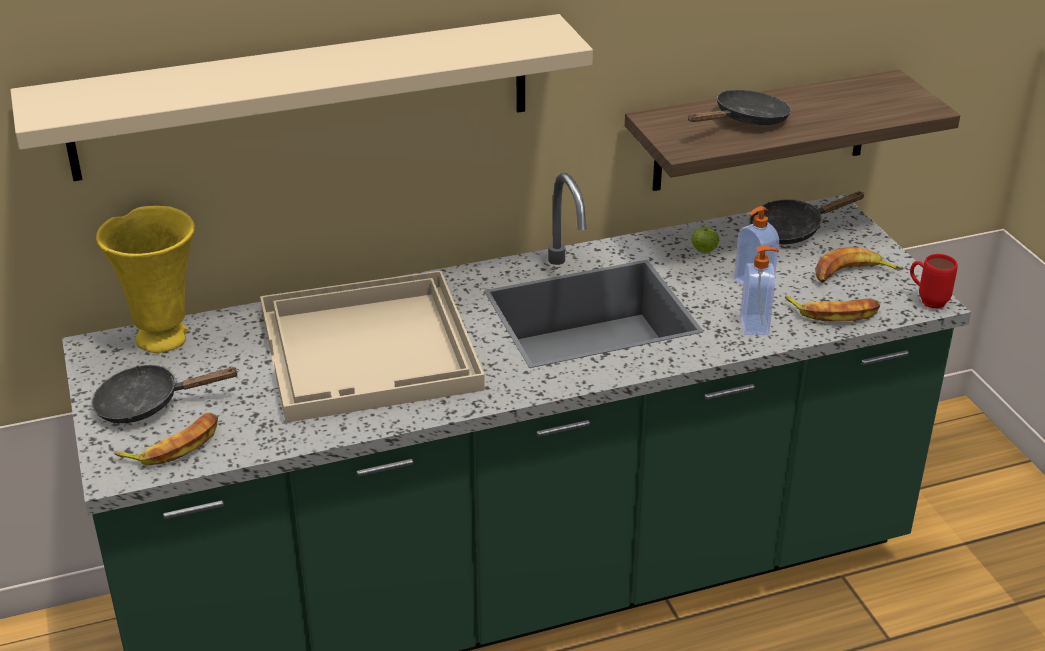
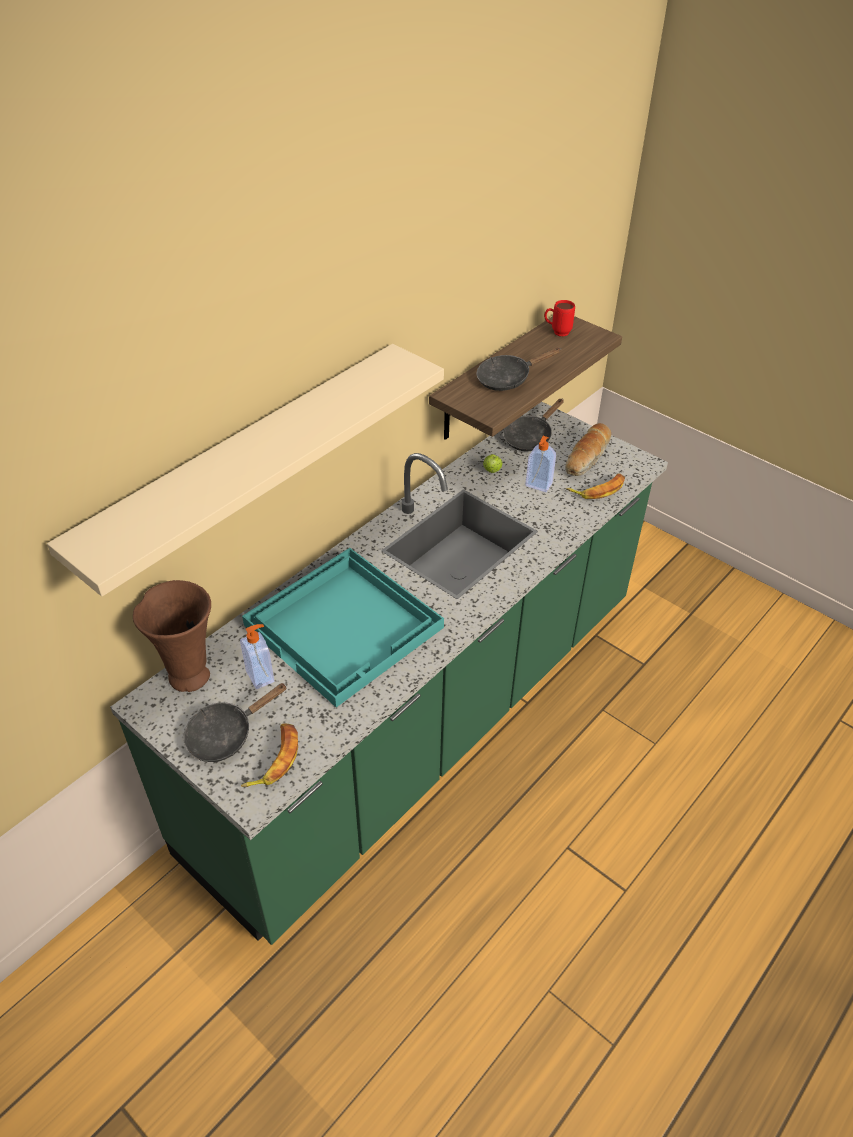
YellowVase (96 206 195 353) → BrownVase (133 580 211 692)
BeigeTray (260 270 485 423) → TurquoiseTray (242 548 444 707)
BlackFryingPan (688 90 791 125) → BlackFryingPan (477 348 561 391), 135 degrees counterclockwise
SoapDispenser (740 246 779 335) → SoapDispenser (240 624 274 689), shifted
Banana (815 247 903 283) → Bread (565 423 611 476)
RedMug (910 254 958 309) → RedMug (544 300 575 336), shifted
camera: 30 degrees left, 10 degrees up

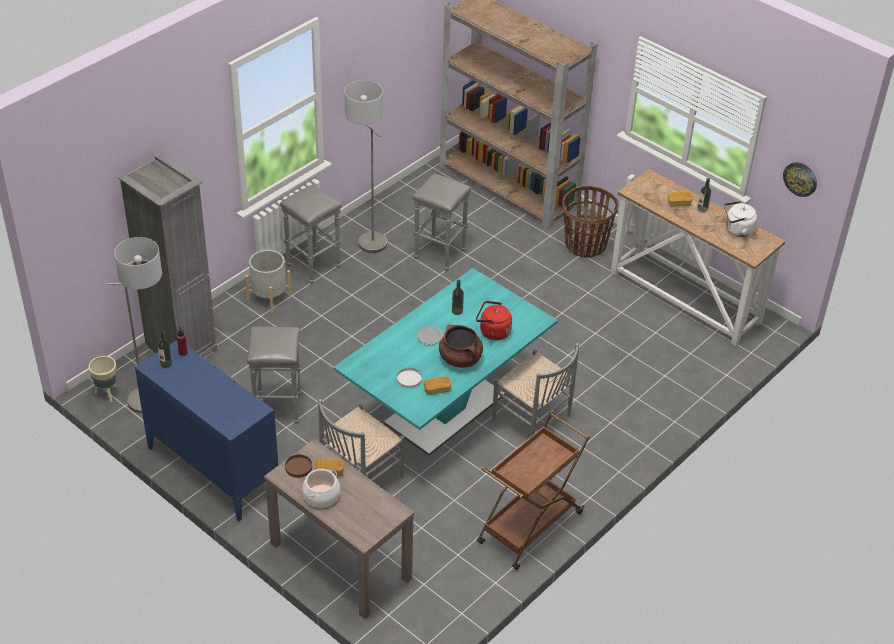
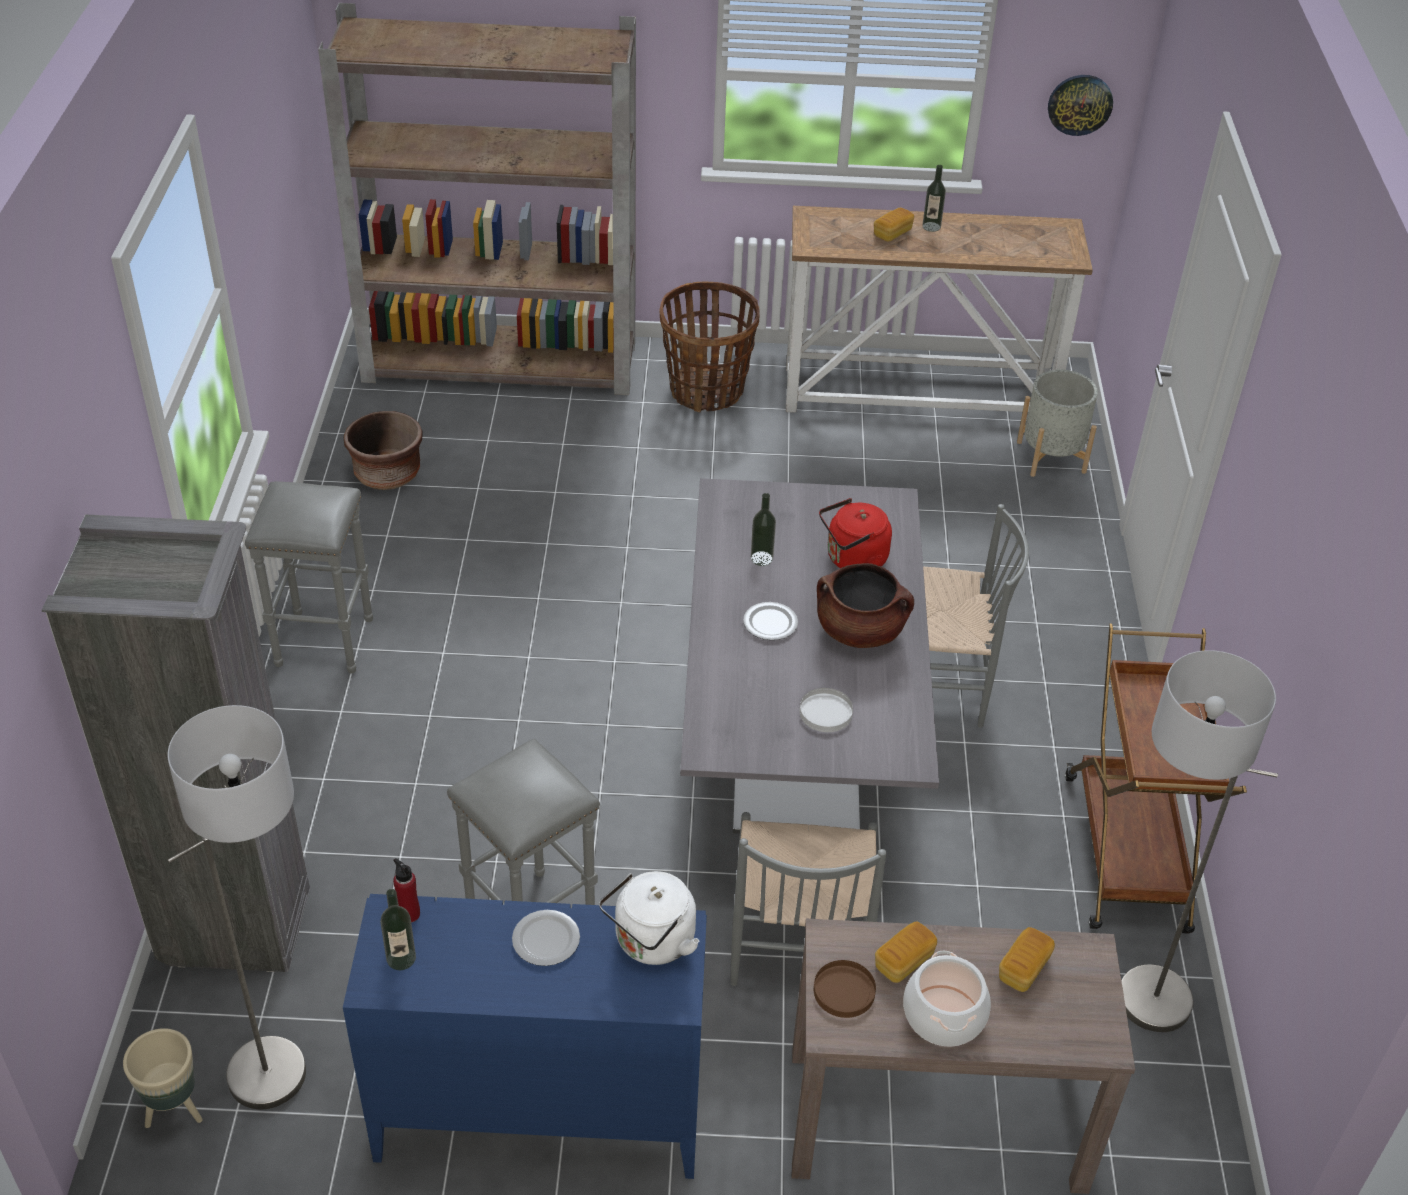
GreyPlanter (245 250 292 312) → GreyPlanter (1017 370 1098 477), shifted
TurquoiseDiningTable (333 268 558 456) → GreyDiningTable (680 478 939 834)
GreyFloorLamp (344 80 387 253) → GreyFloorLamp (1121 650 1278 1032), shifted
GreyStool (413 174 471 271) → -
Bread (424 376 451 395) → Bread (999 927 1055 992), shifted
WhiteKettle (724 201 757 237) → WhiteKettle (599 871 700 965), shifted
- → BrownPlanter (344 411 423 490)
- → Plate (512 910 580 966)
camera: 40 degrees left, 0 degrees up

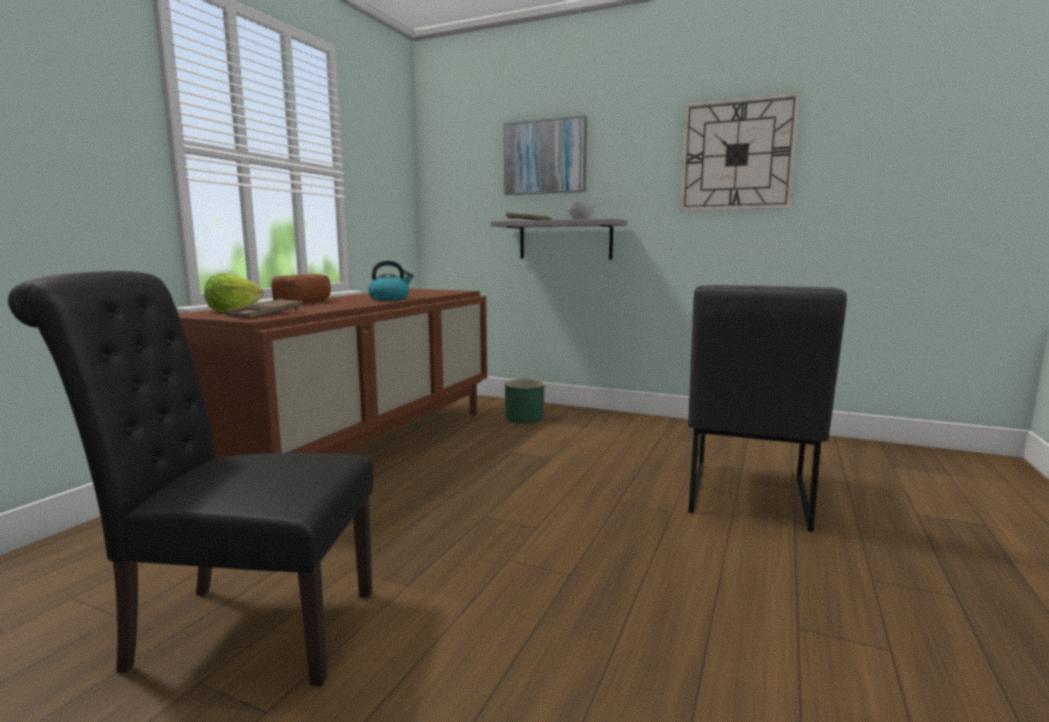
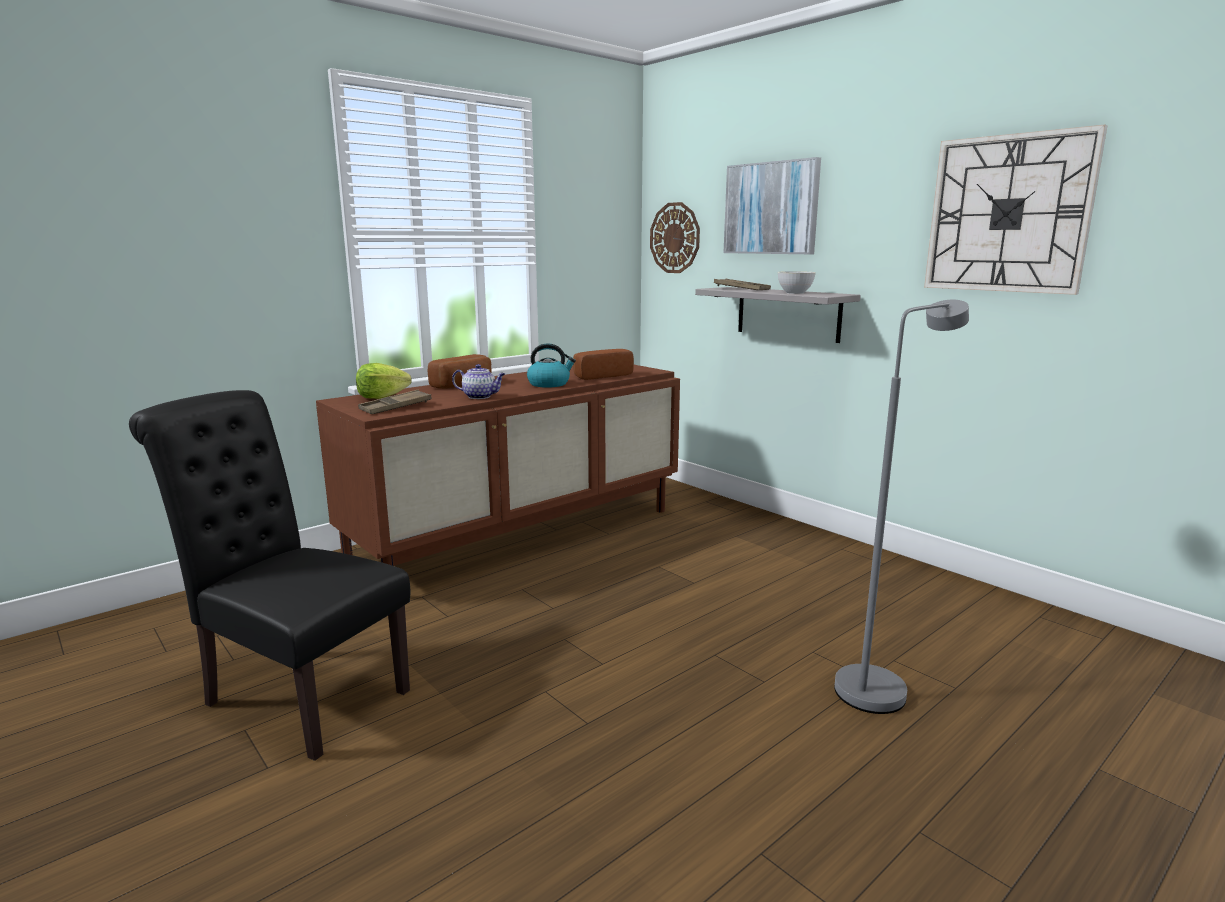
GreenPlanter (505 379 544 423) → -
GreyChair (688 285 847 532) → GreyFloorLamp (834 300 969 714)
- → Teapot (452 364 505 399)
- → Bread (573 349 634 380)
- → WallClock (650 202 700 273)
camera: 25 degrees right, 5 degrees up

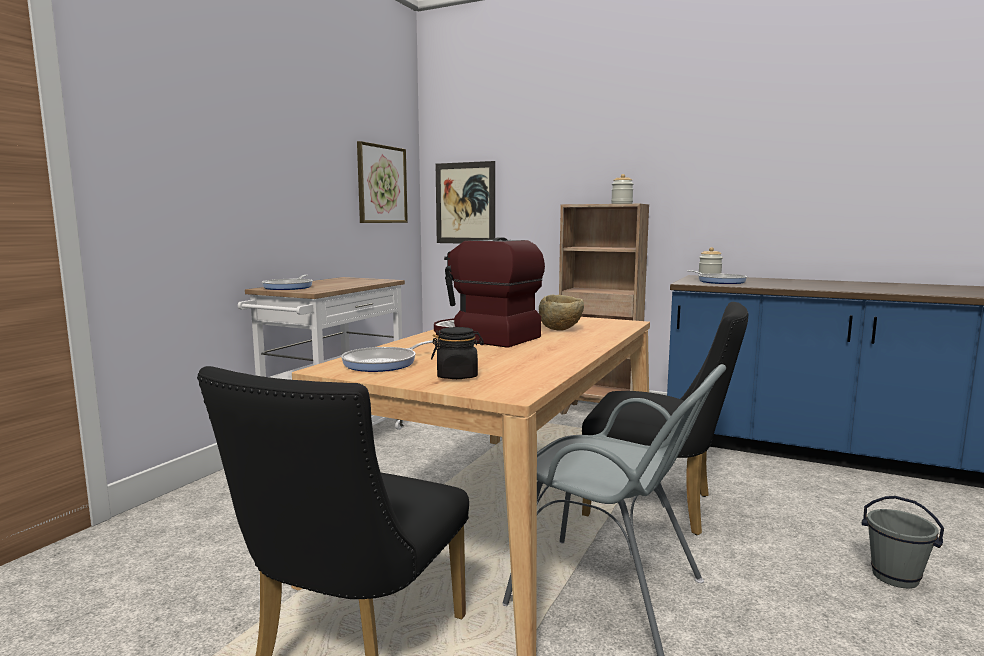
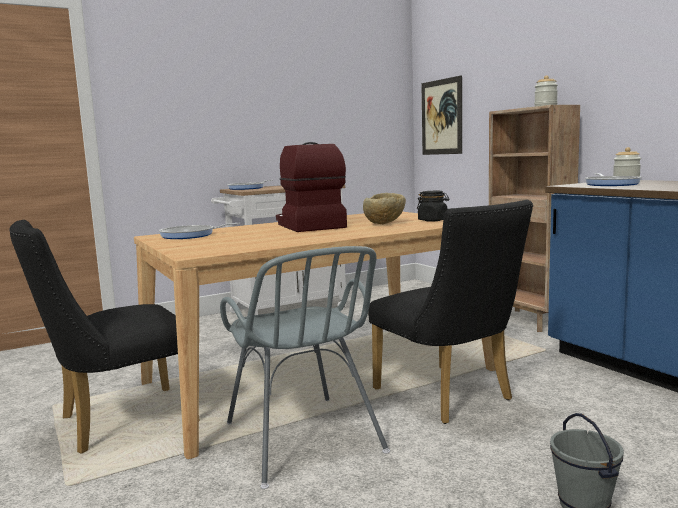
Picture (357 141 408 223) → -
BlackJar (431 327 484 379) → BlackJar (417 191 449 222), shifted
camera: 35 degrees right, 0 degrees up

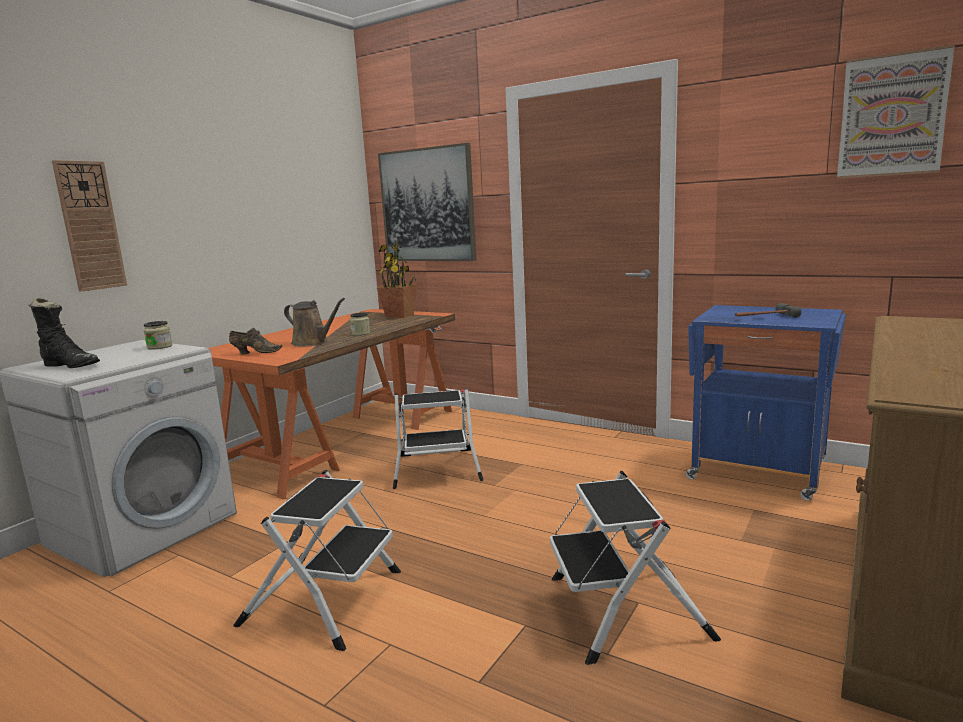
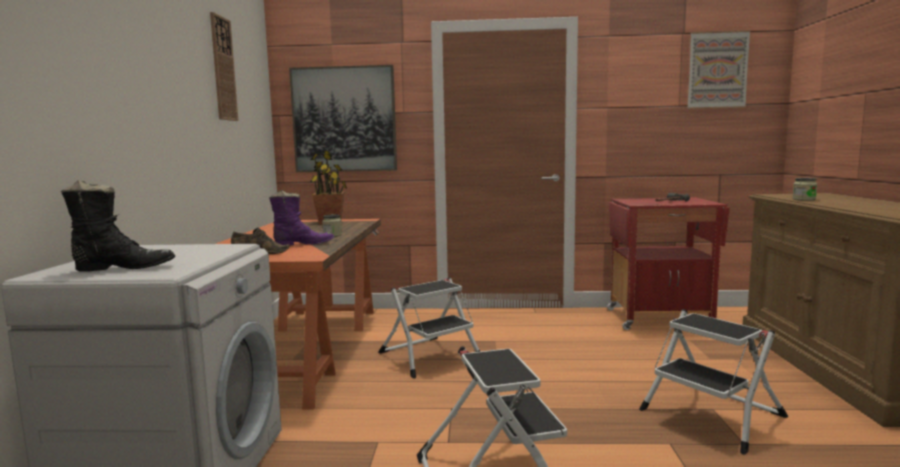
WallClock (52 160 127 292) → WallClock (210 12 239 121), shifted
Jar (144 321 172 350) → Jar (792 178 817 201), shifted
BrownWateringCan (284 298 345 347) → PurpleBoot (269 190 334 245)
BlueCart (686 305 846 500) → RedCart (607 198 730 330)
camera: 30 degrees left, 5 degrees down

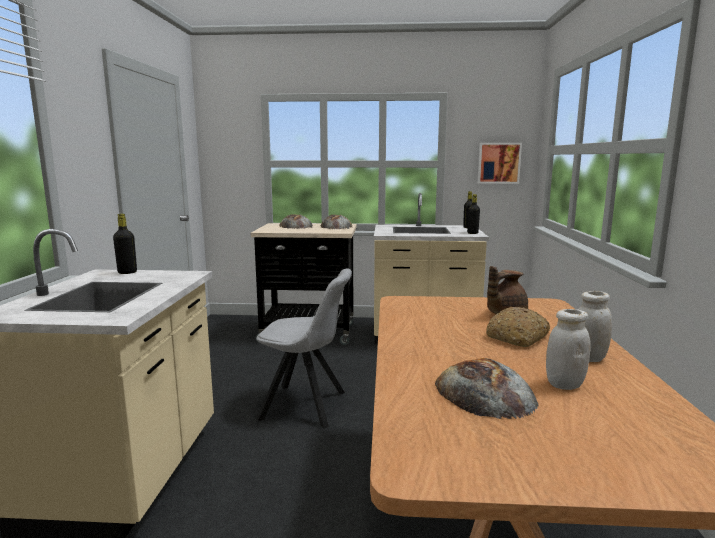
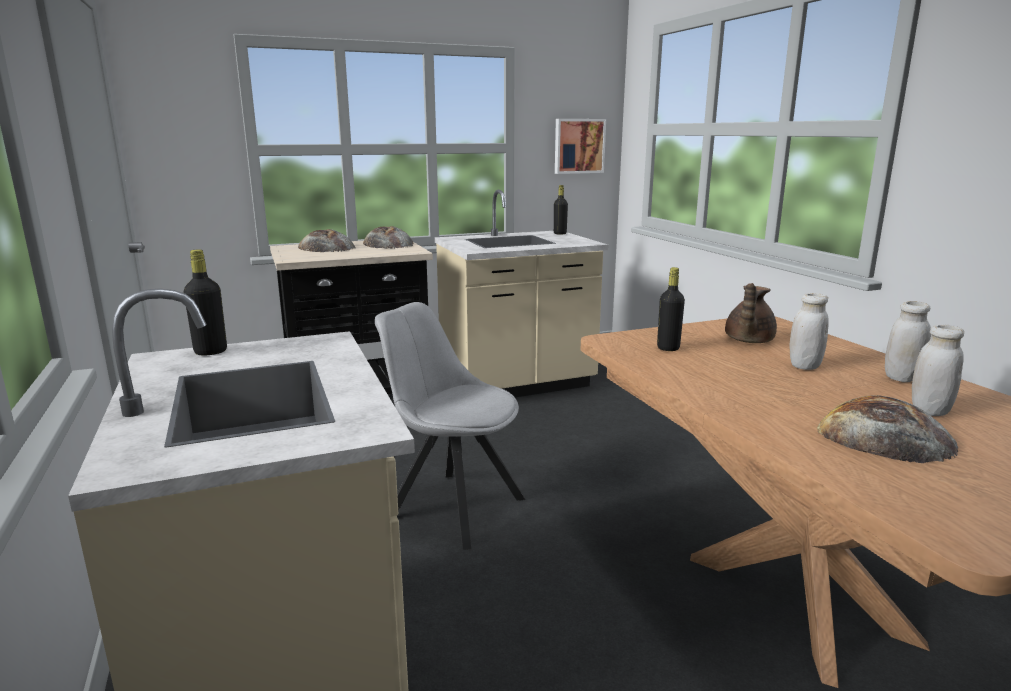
GreyChair (256 269 352 429) → GreyChair (375 302 525 550), 135 degrees counterclockwise
BlackBottle (467 194 480 234) → BlackBottle (657 267 685 351), shifted
Bread (486 307 550 347) → WhiteJar (789 293 829 370)
camera: 25 degrees left, 5 degrees up

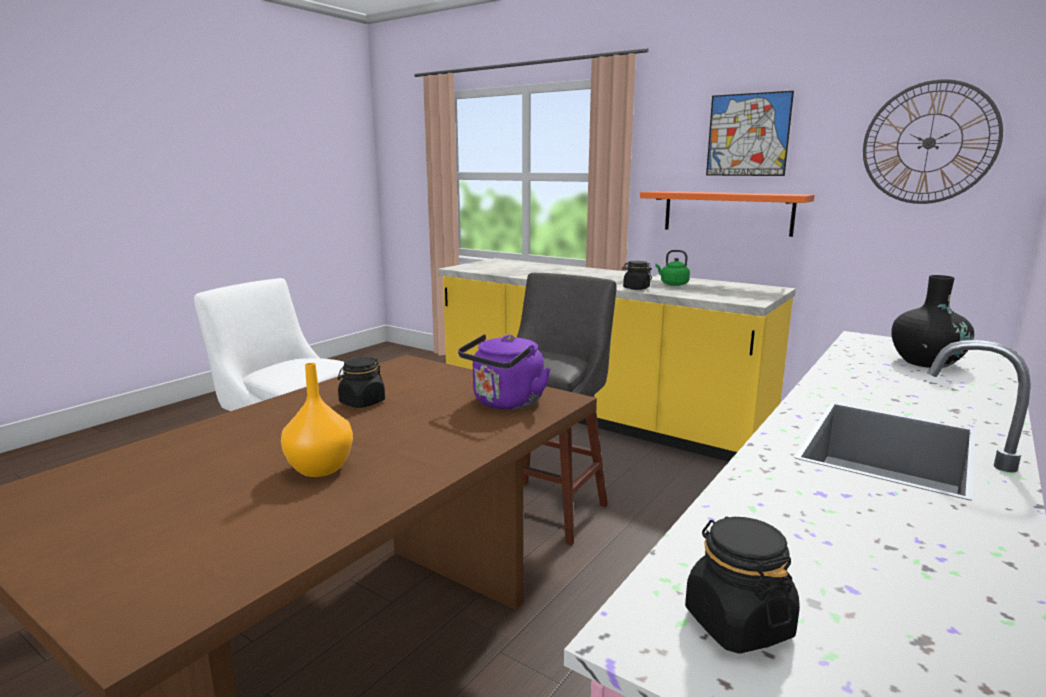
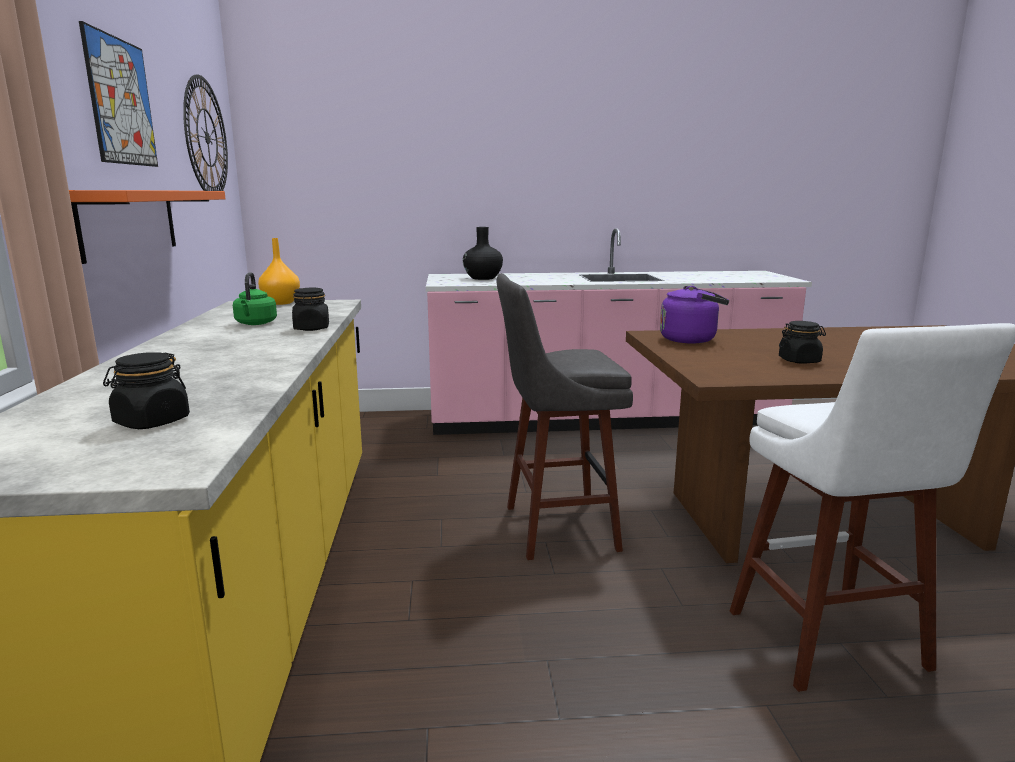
OrangeVase (281 363 353 477) → OrangeVase (258 238 300 305), shifted
BlackJar (685 517 800 654) → BlackJar (103 352 190 429), shifted
camera: 130 degrees left, 0 degrees up

